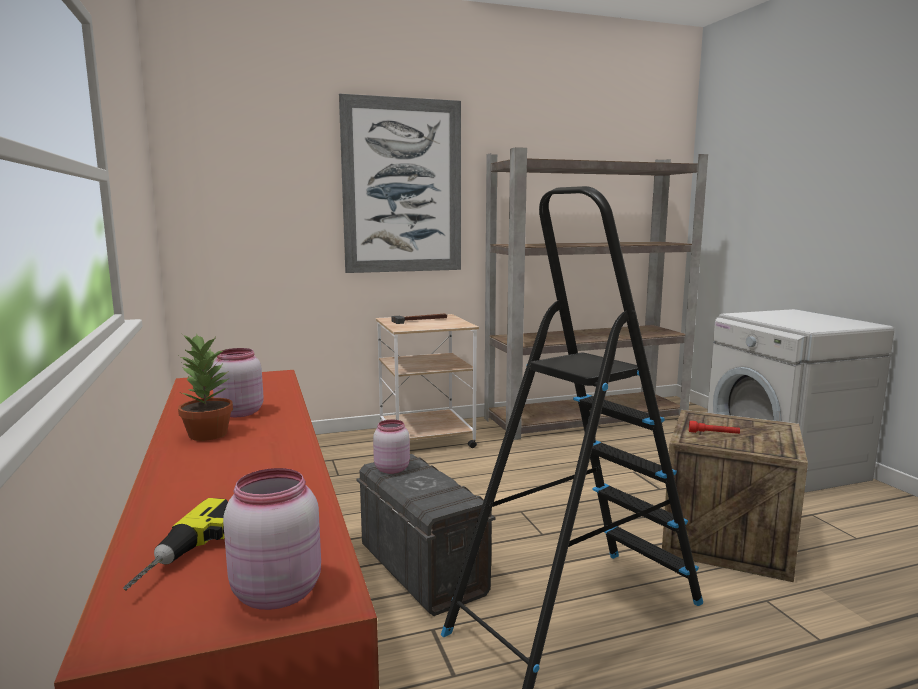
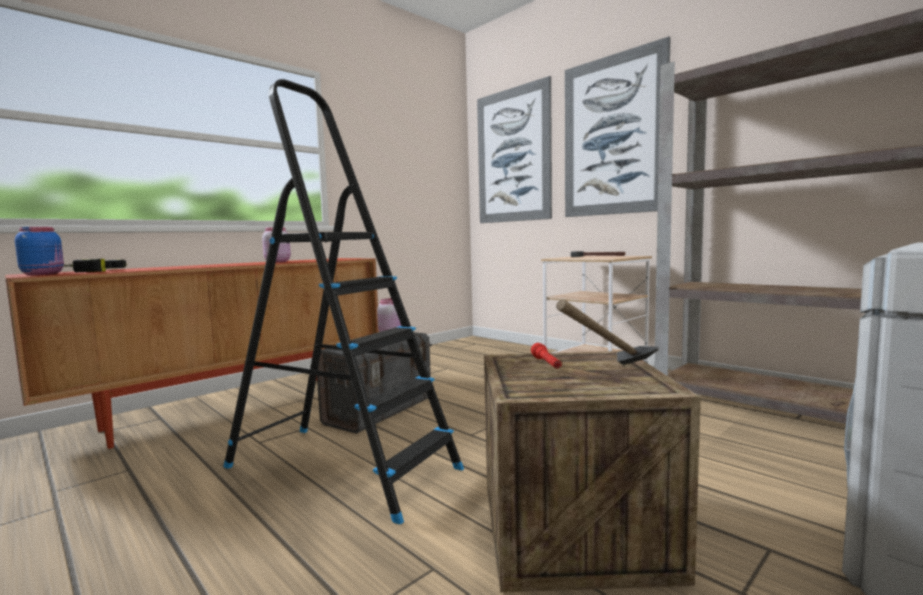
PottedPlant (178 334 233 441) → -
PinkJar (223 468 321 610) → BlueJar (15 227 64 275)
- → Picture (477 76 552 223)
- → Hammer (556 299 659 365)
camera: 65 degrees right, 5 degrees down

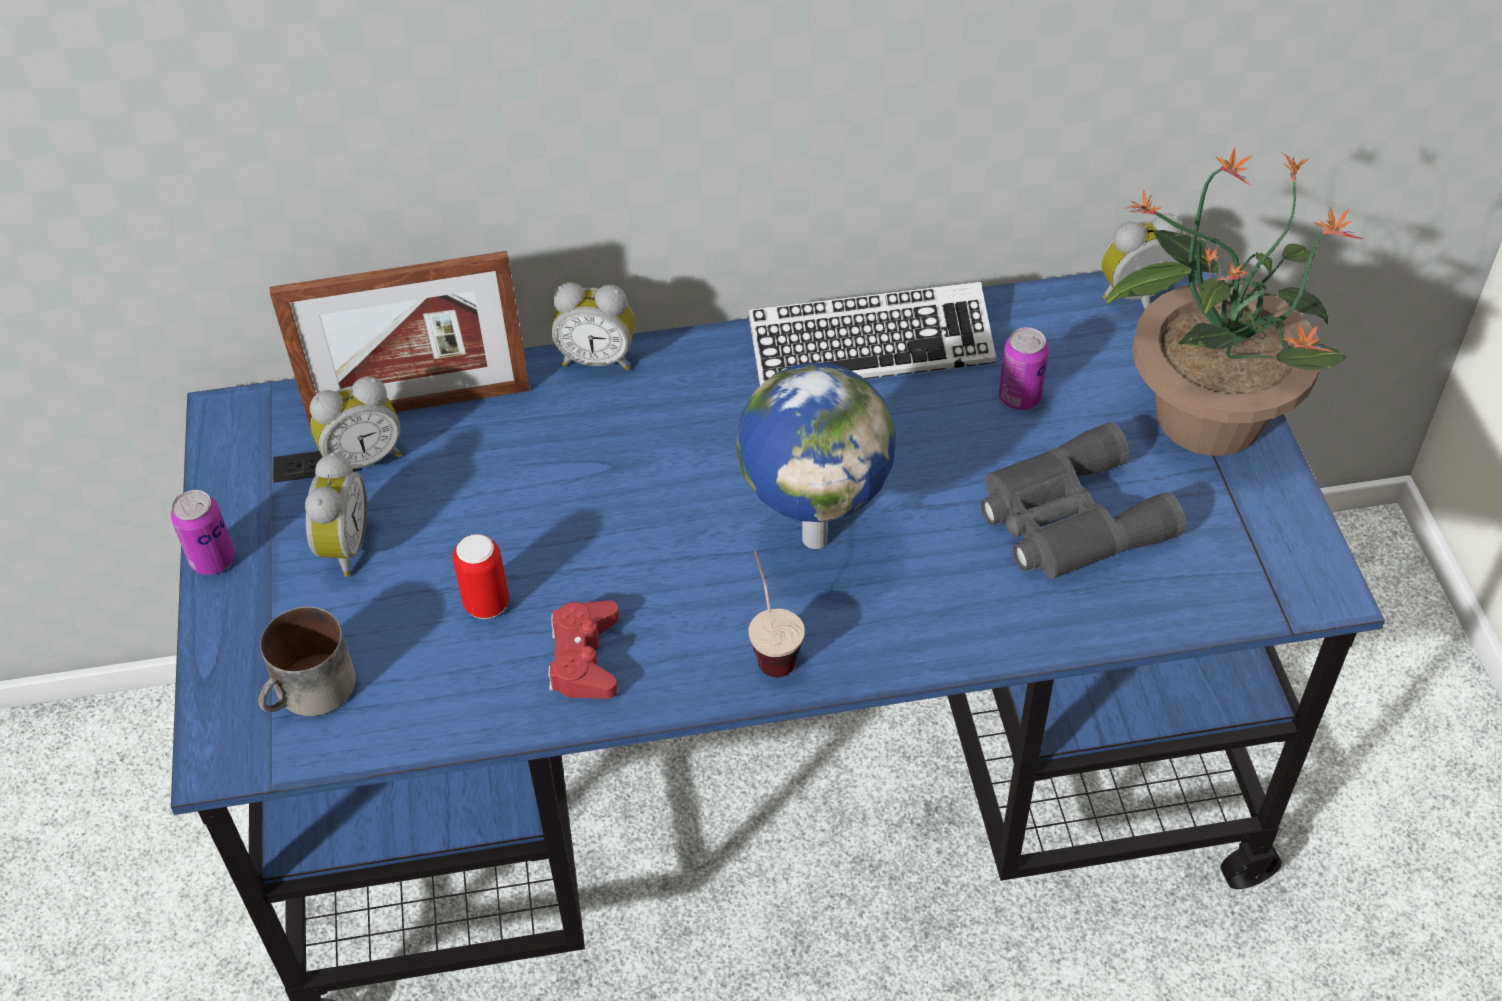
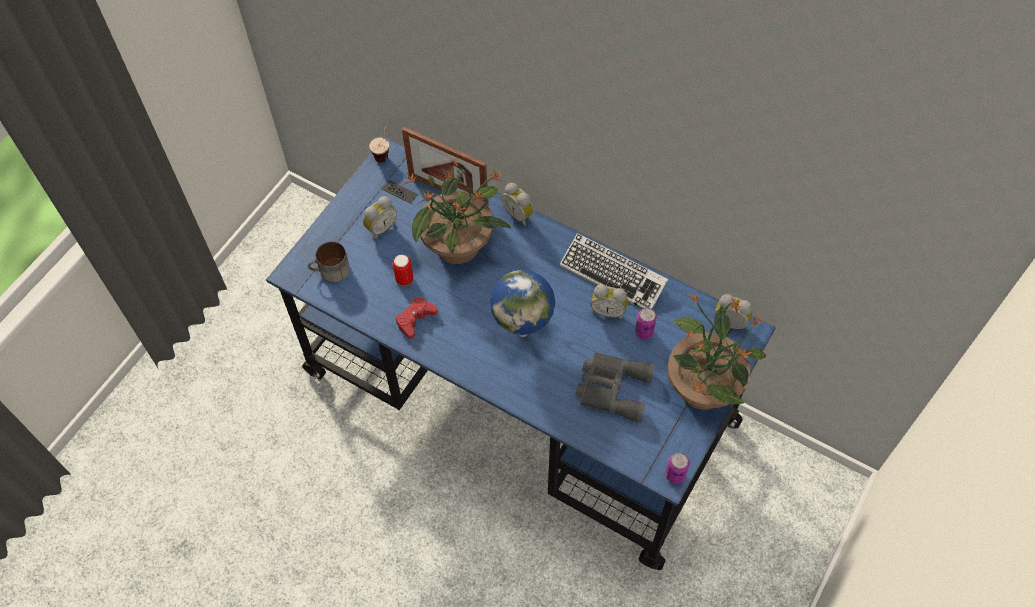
Can (170 490 235 575) → Can (665 453 690 484), shifted
AlarmClock (310 376 402 469) → AlarmClock (591 284 628 320), shifted
Cup (748 551 805 677) → Cup (369 118 391 162), shifted
- → PottedPlant (402 159 511 264)
camera: 40 degrees right, 10 degrees up

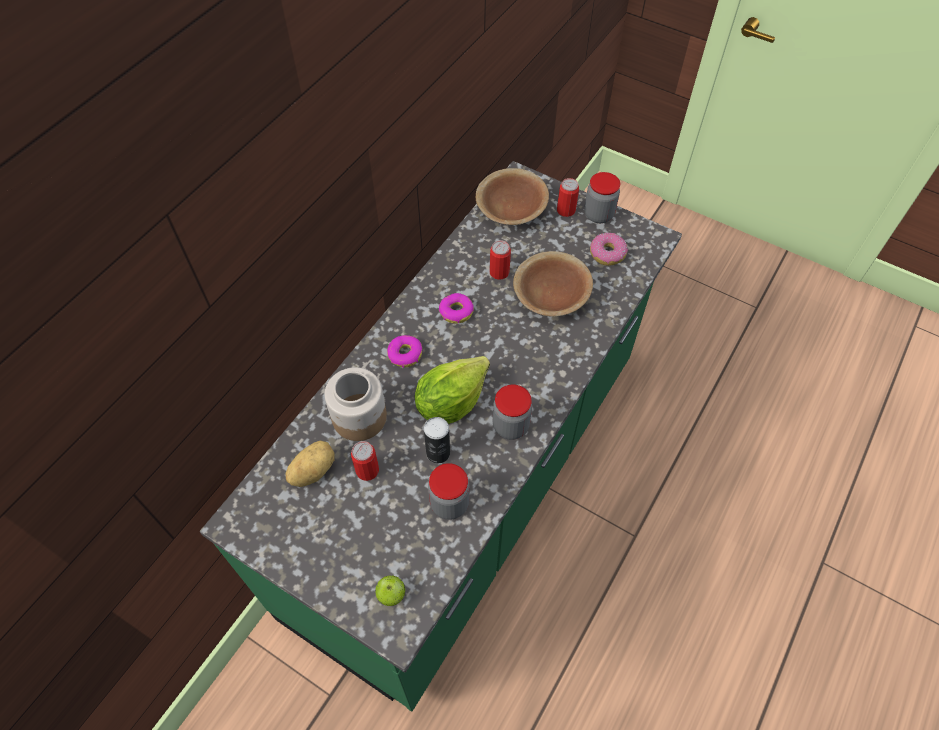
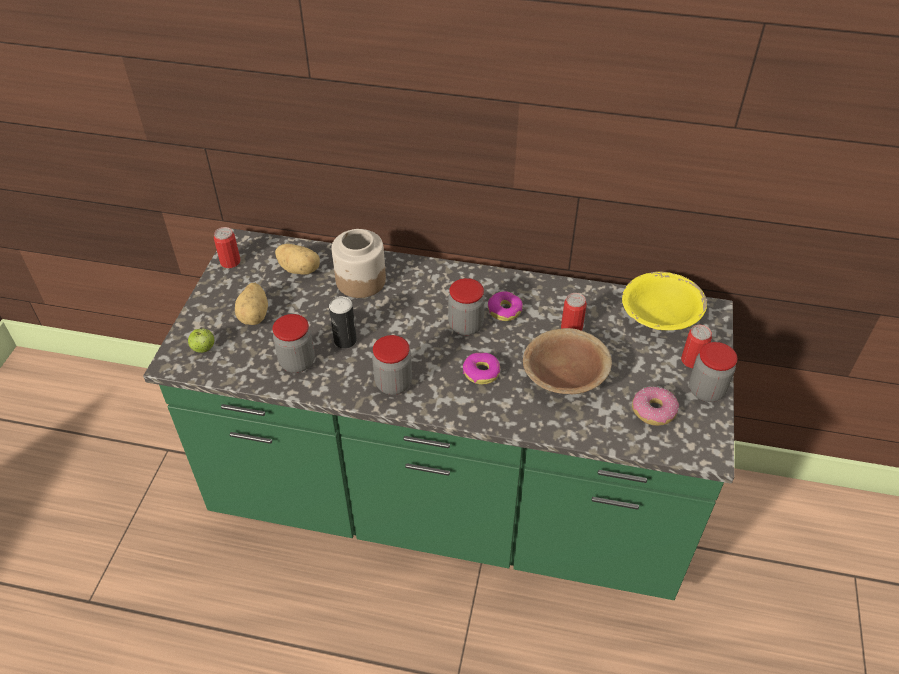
Can (351 441 379 481) → Can (214 227 240 268), shifted
Donut (387 335 422 368) → Donut (463 353 500 384), shifted
Lettuce (415 356 490 424) → -
BrownBowl (476 168 549 225) → YellowBowl (622 272 707 330)
- → Potato (235 283 268 325)
- → Jar (448 278 485 335)
camera: 70 degrees right, 10 degrees down

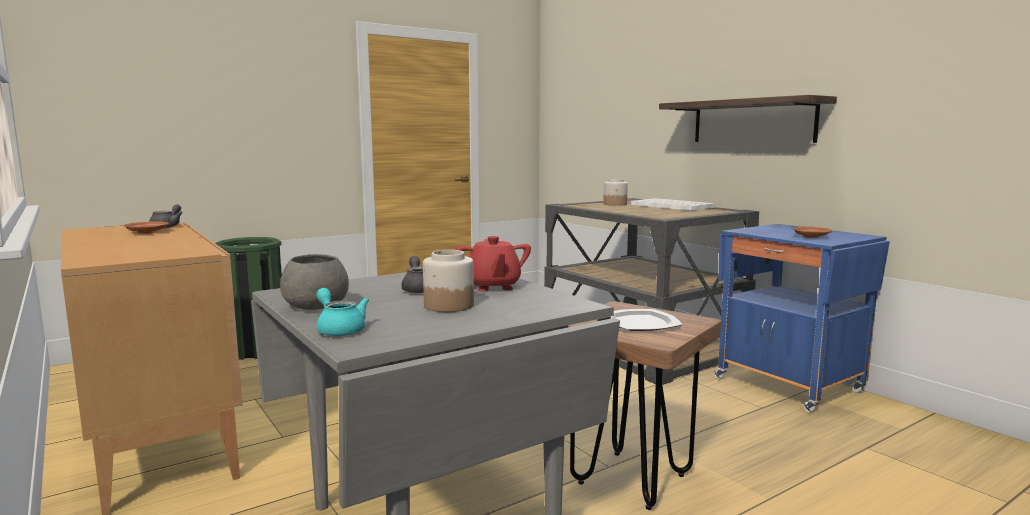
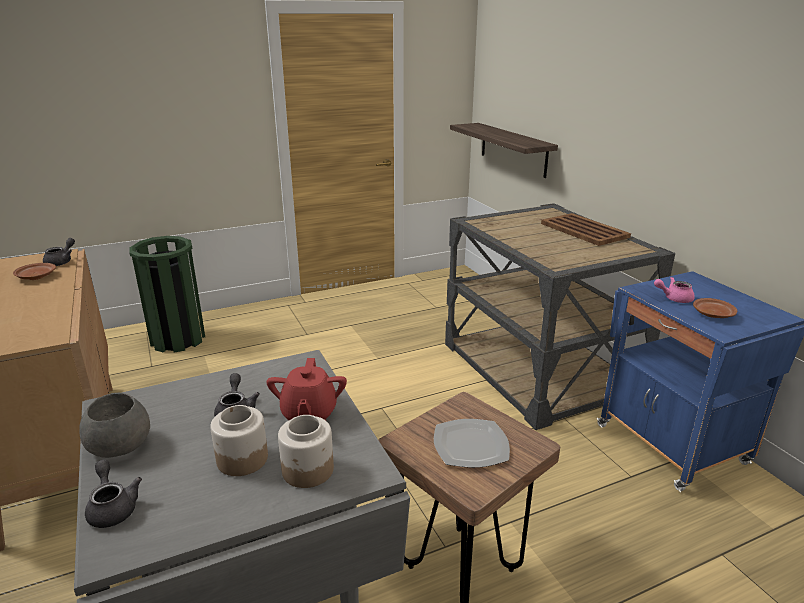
TurquoiseTeapot (317 288 369 336) → GreyTeapot (85 459 142 528)
Jar (603 178 628 206) → Jar (278 415 334 488), shifted
WhiteTray (631 198 715 211) → BrownTray (541 213 631 246)
Shelf (659 95 837 143) → Shelf (450 123 558 178), shifted
- → PinkTeapot (654 277 695 303)
camera: 10 degrees right, 15 degrees up

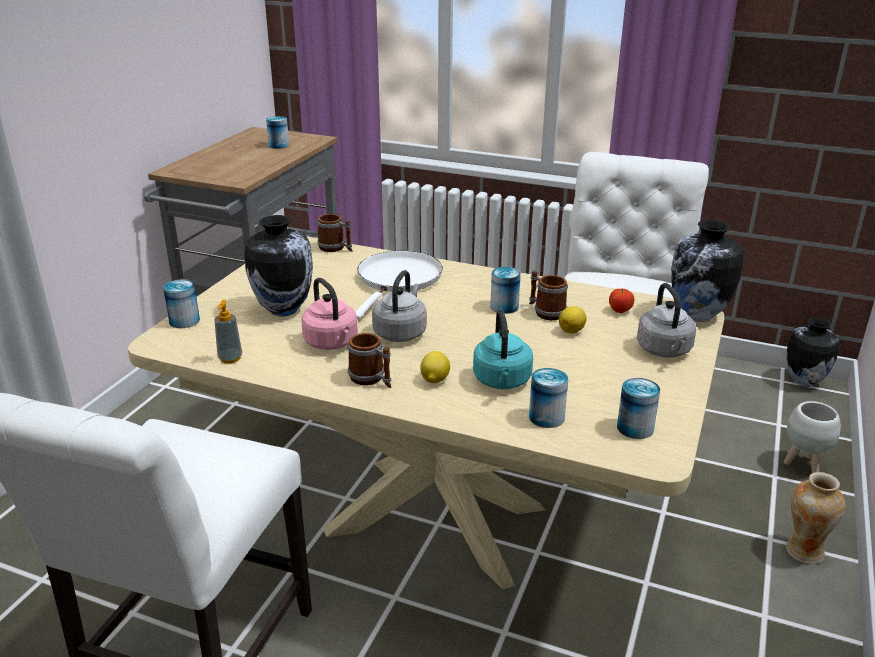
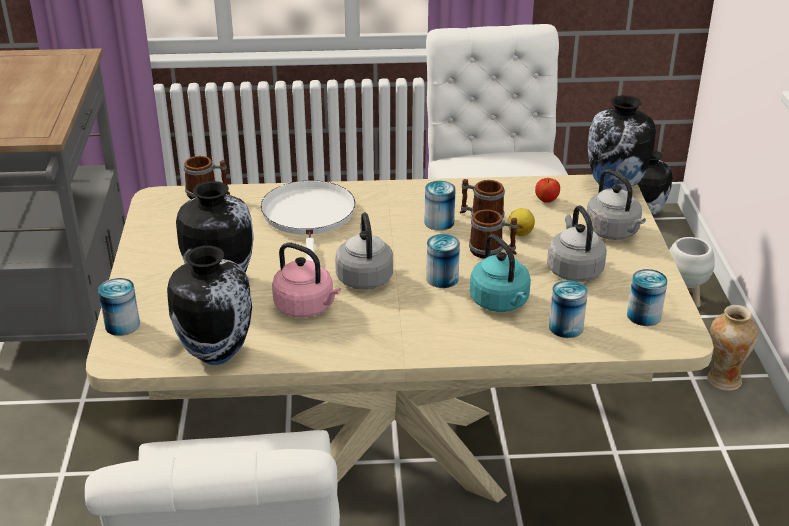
SoapDispenser (214 300 242 364) → Vase (167 246 252 365)
Can (266 116 289 149) → Can (426 234 460 288), shifted
Mug (348 333 391 388) → Mug (469 209 518 259), shifted
Lemon (420 351 450 383) → -
- → GreyKettle (547 205 607 282)
camera: 25 degrees left, 5 degrees up

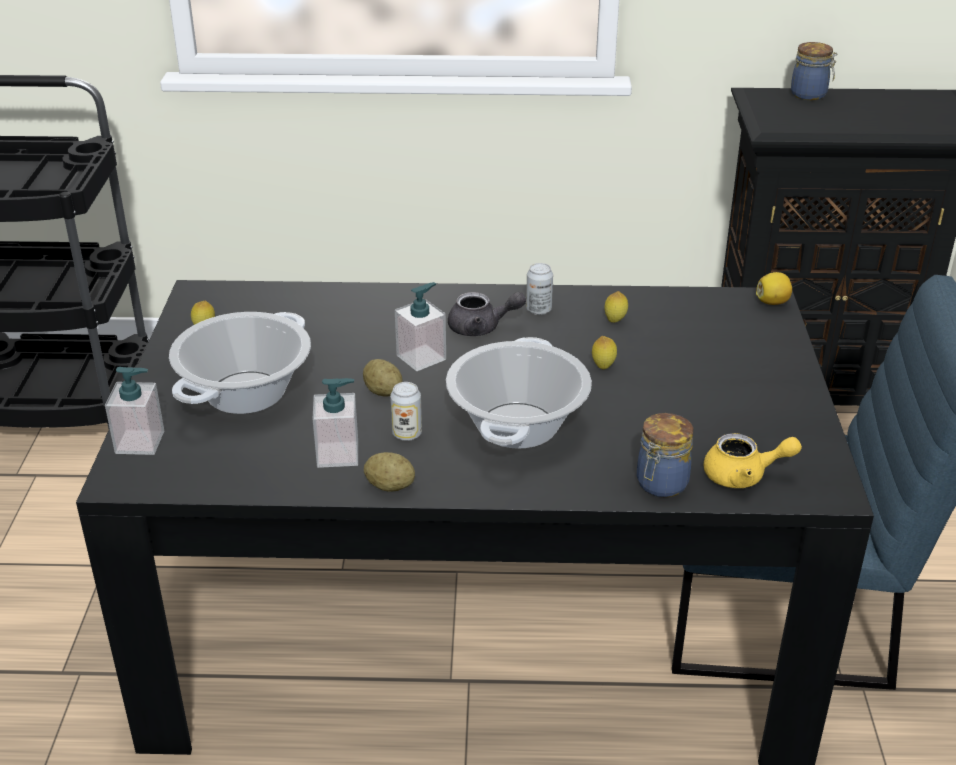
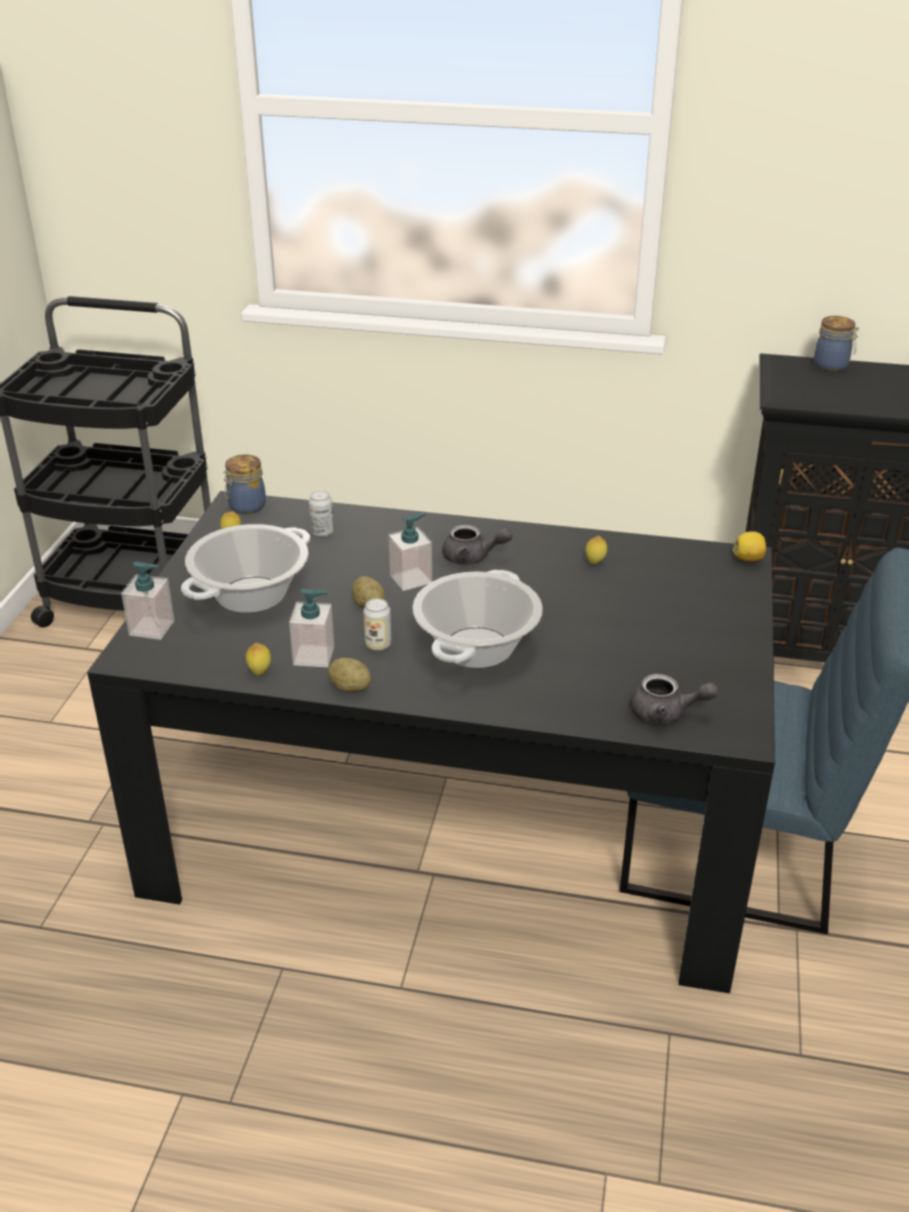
Can (526 263 553 315) → Can (309 490 334 537), shifted
Lemon (592 336 617 369) → Lemon (246 643 271 675), shifted
Jar (637 413 693 497) → Jar (223 454 266 514), shifted
YellowTeapot (703 433 802 488) → GreyTeapot (630 674 718 724)
camera: 10 degrees right, 0 degrees up

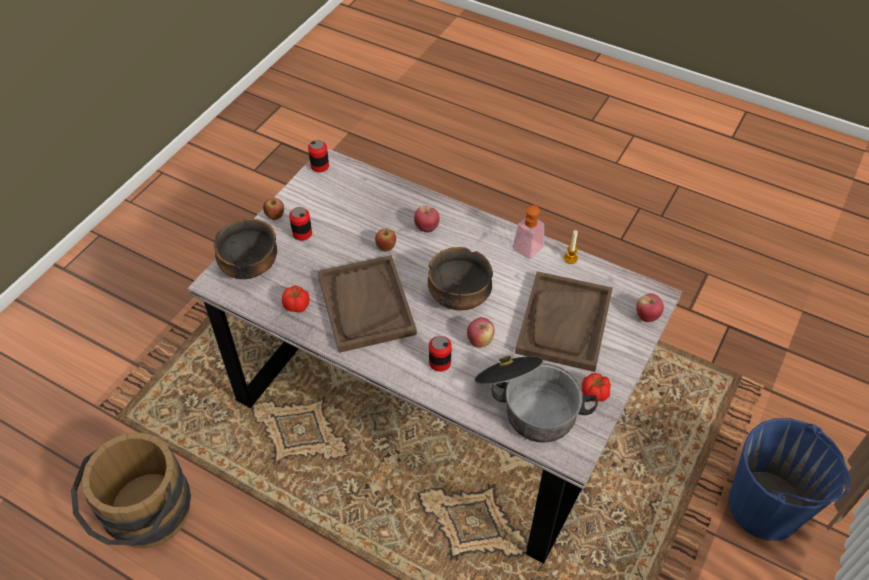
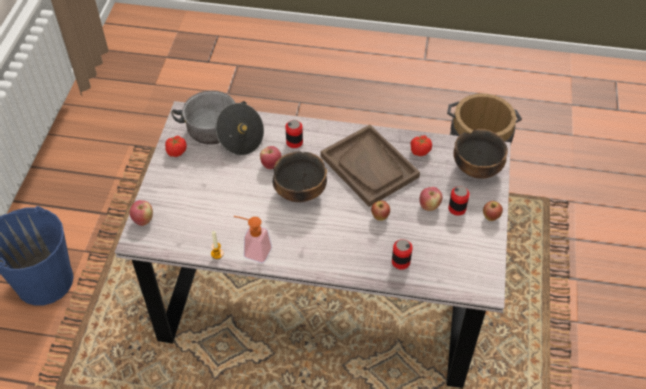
Can (308 140 329 172) → Can (392 239 412 270), shifted
Apple (414 205 440 232) → Apple (419 187 443 211), shifted
BrownTray (515 271 613 372) → -
camera: 160 degrees right, 0 degrees up

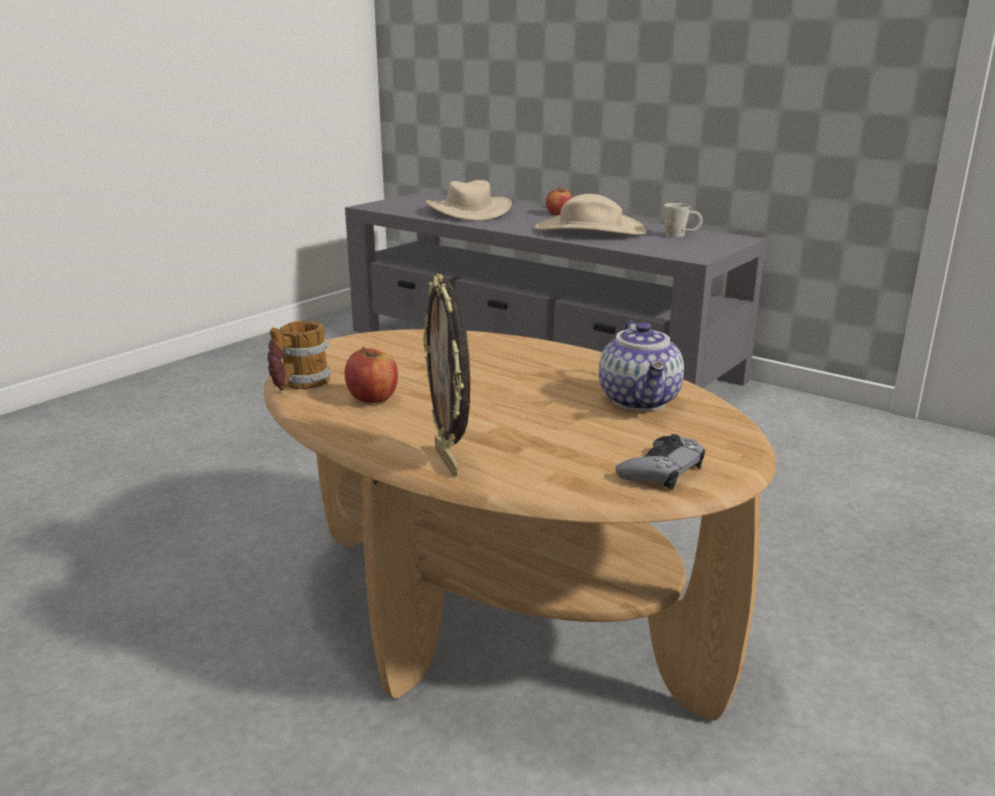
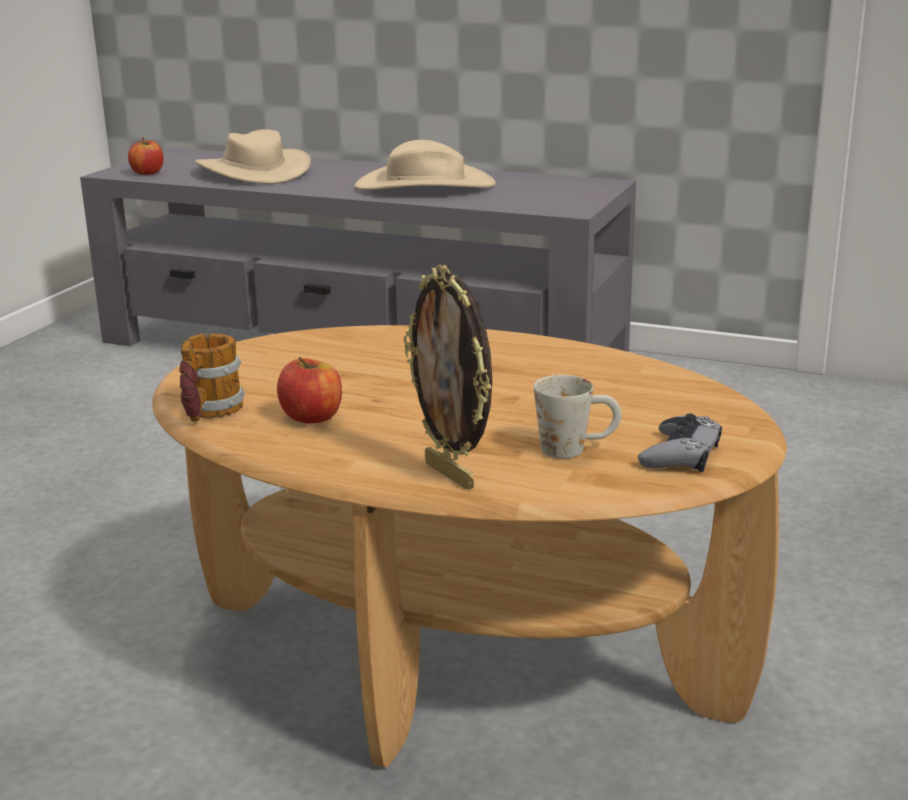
Apple (546 186 572 216) → Apple (128 138 163 175), shifted
Teapot (599 321 684 411) → -
WhiteMug (664 203 702 238) → WhiteMug (534 375 622 459), shifted
camera: 15 degrees left, 0 degrees up

